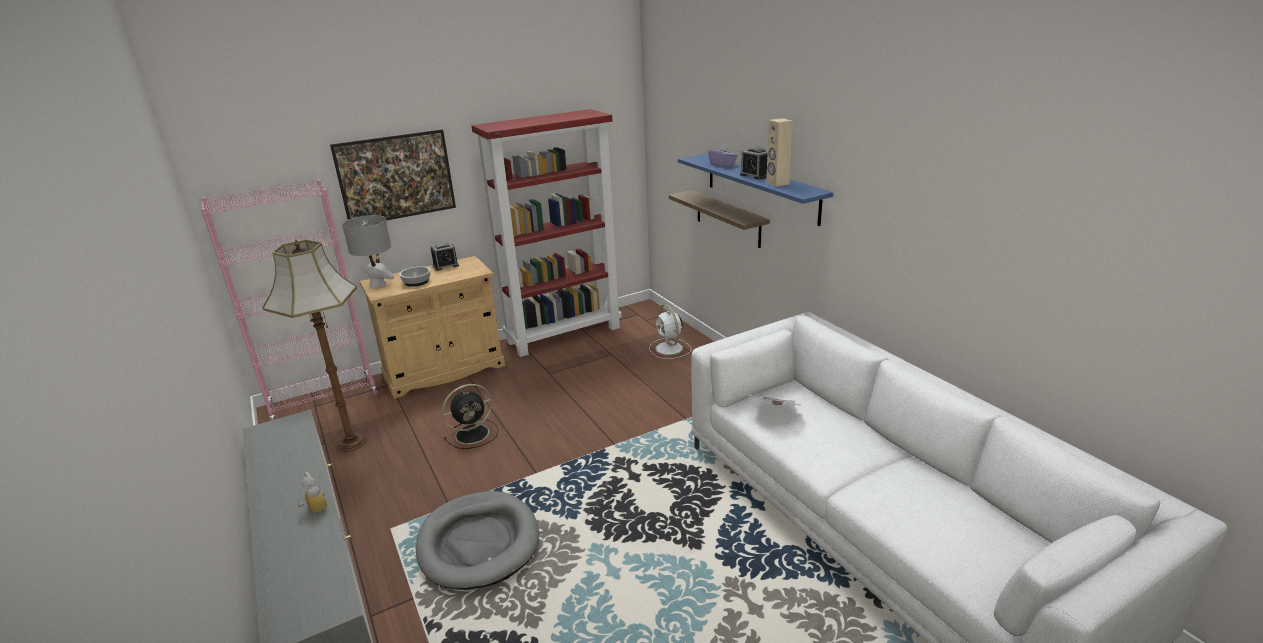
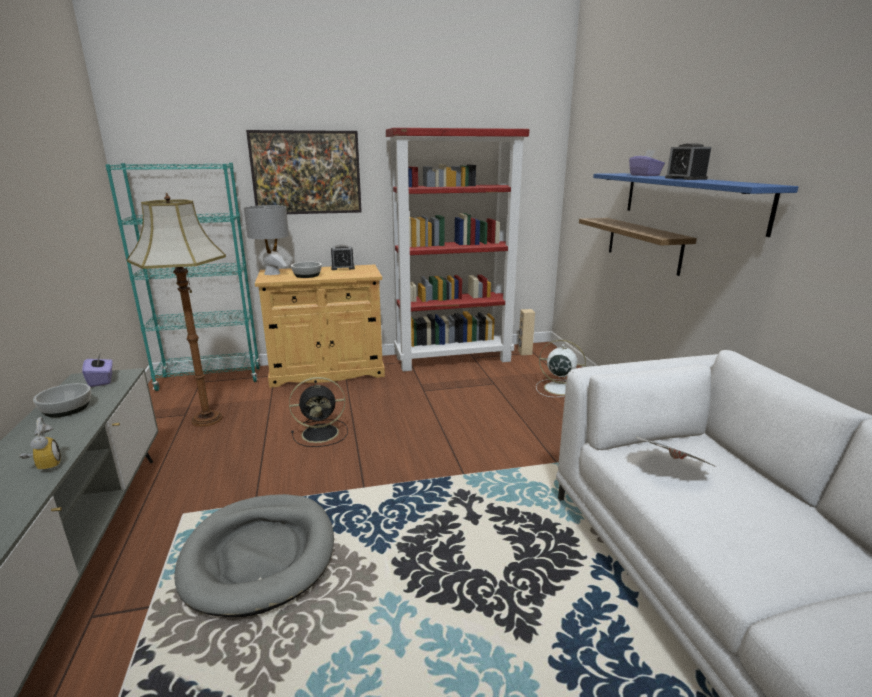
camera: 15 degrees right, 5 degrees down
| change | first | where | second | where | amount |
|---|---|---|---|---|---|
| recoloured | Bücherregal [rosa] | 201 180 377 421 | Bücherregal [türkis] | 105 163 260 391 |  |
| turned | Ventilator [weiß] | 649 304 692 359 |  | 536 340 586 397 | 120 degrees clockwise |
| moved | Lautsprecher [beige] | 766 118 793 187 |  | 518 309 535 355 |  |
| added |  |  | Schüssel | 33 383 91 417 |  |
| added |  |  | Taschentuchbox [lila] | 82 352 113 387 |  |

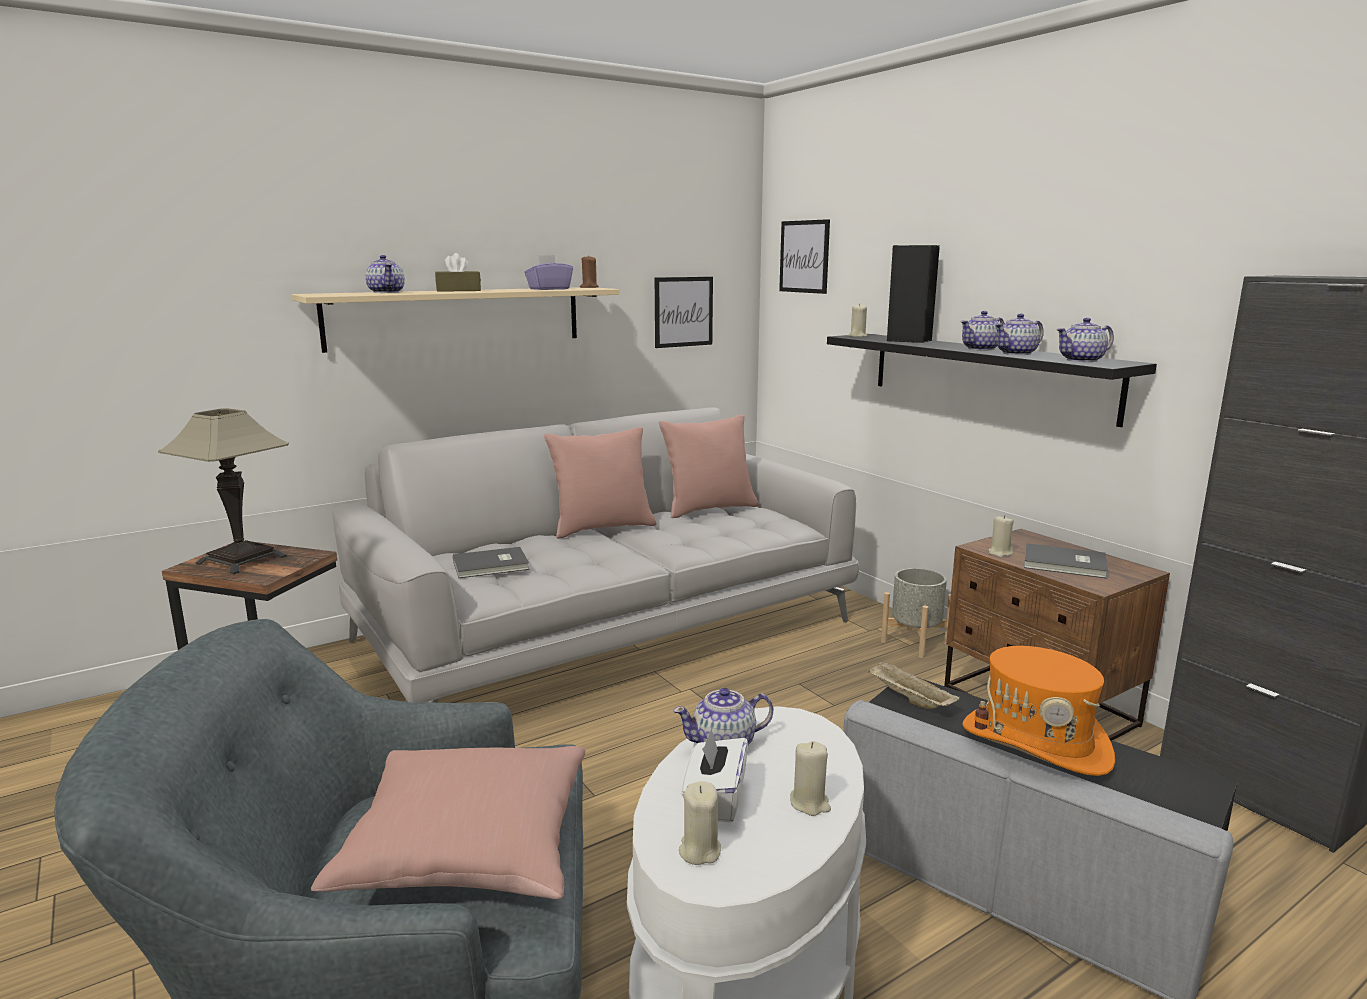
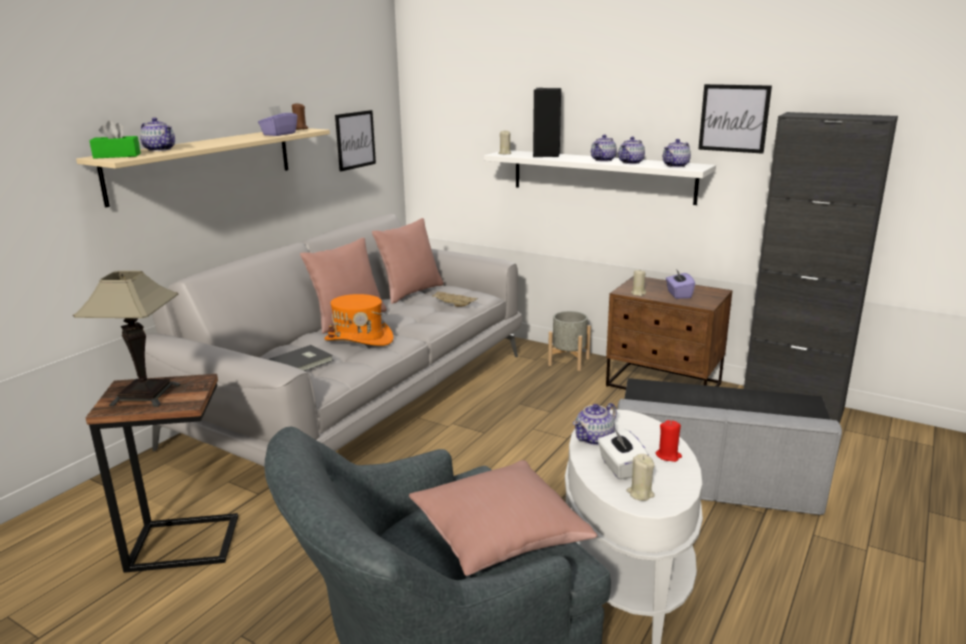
camera: 25 degrees left, 5 degrees up
| change | first | where | second | where | amount |
|---|---|---|---|---|---|
| removed | Taschentuchbox [braun] | 435 253 481 292 |  |  |  |
| moved | Bild | 779 219 830 294 |  | 698 84 772 154 |  |
| recoloured | Kerze [beige] | 790 741 831 816 | Kerze [rot] | 656 420 682 462 |  |
| recoloured | Wandregal [schwarz] | 827 334 1157 427 | Wandregal [weiß] | 484 150 716 205 |  |
| moved | Tablett [beige] | 866 660 960 709 |  | 432 291 478 307 |  |
| moved | Hut [orange] | 963 646 1115 776 |  | 324 294 393 346 |  |
| replaced | Buch [grau] | 1024 543 1109 579 | Taschentuchbox [lila] | 666 269 695 299 |  |
| added |  |  | Taschentuchbox [grün] | 90 120 141 159 |  |

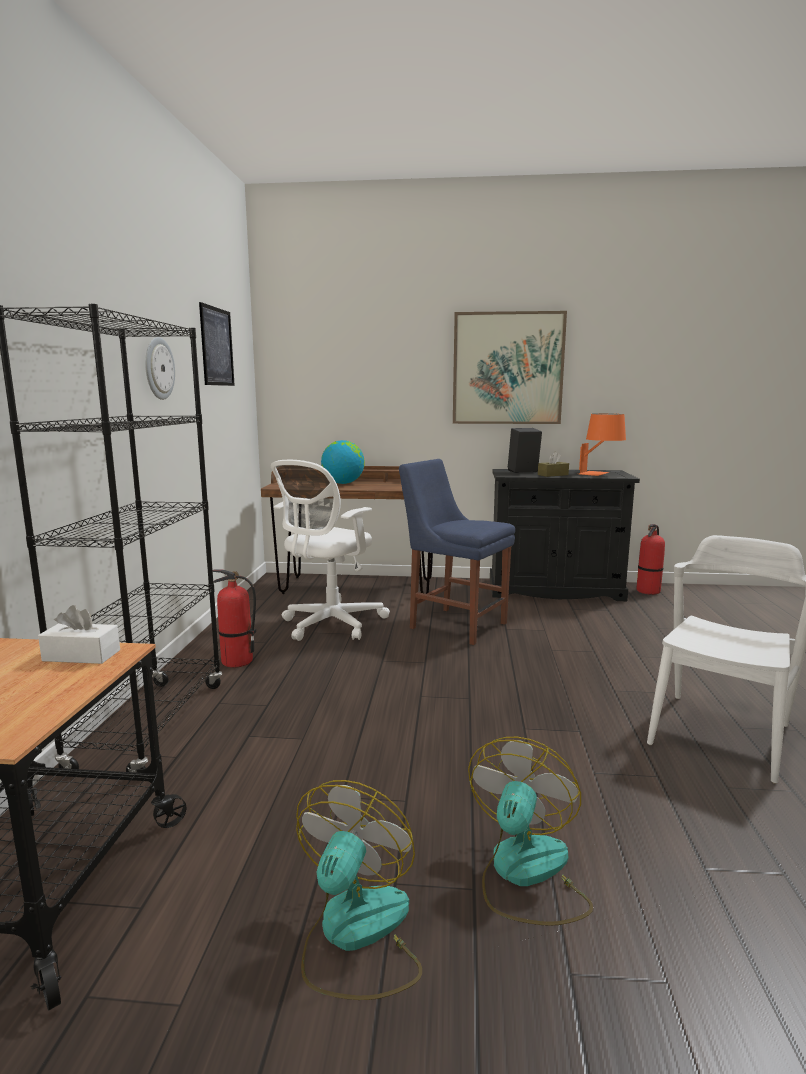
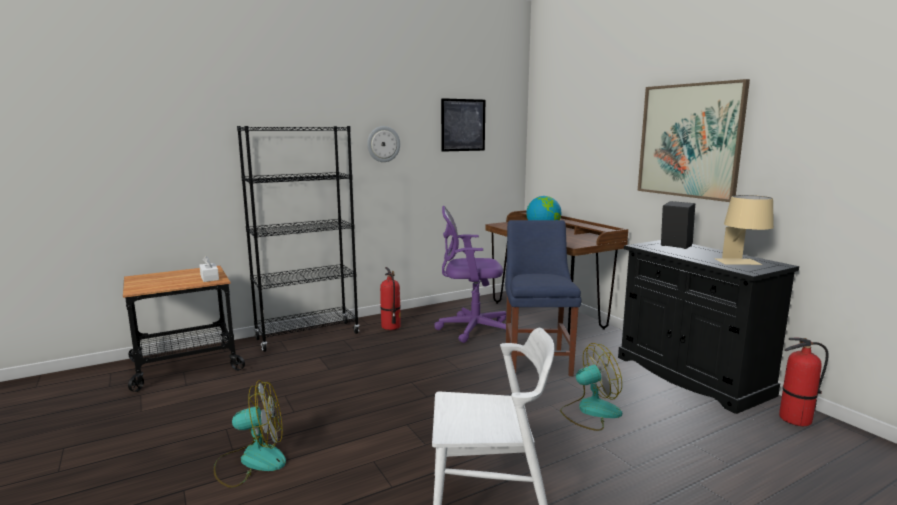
camera: 55 degrees right, 0 degrees up
| change | first | where | second | where | amount |
|---|---|---|---|---|---|
| recoloured | Bürostuhl [weiß] | 271 460 390 641 | Bürostuhl [lila] | 434 206 506 343 |  |
| moved | Ventilator | 296 780 422 1000 |  | 560 343 622 431 |  |
| removed | Taschentuchbox [braun] | 538 452 569 477 |  |  |  |
| recoloured | Tischlampe [orange] | 579 414 626 476 | Tischlampe [beige] | 714 195 774 265 |  |

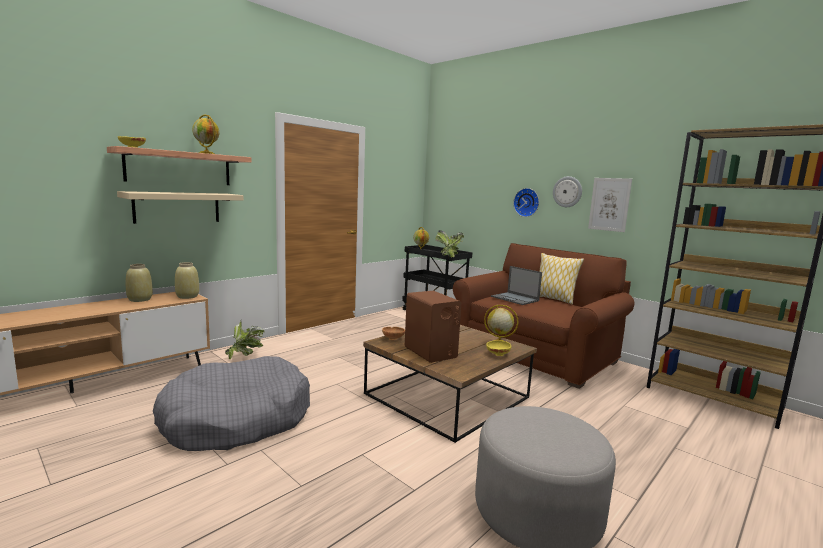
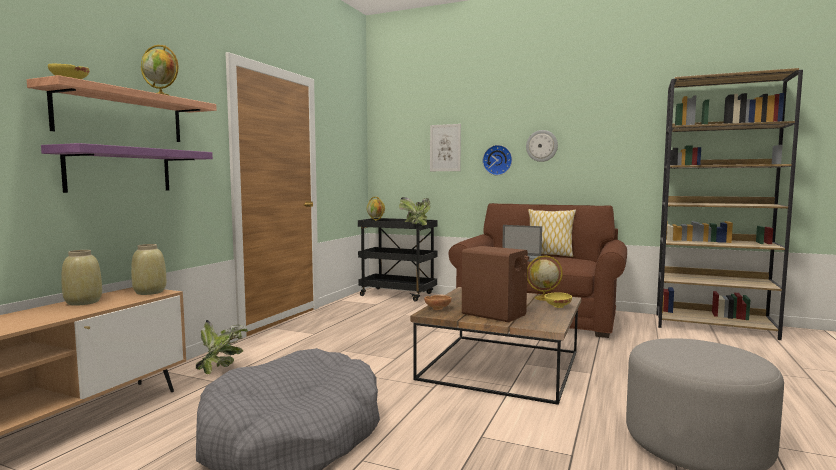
camera: 20 degrees left, 5 degrees down
| change | first | where | second | where | amount |
|---|---|---|---|---|---|
| recoloured | Wandregal [beige] | 117 191 244 224 | Wandregal [lila] | 41 143 213 193 |  |
| moved | Bild | 588 178 632 232 |  | 430 124 461 171 |  |

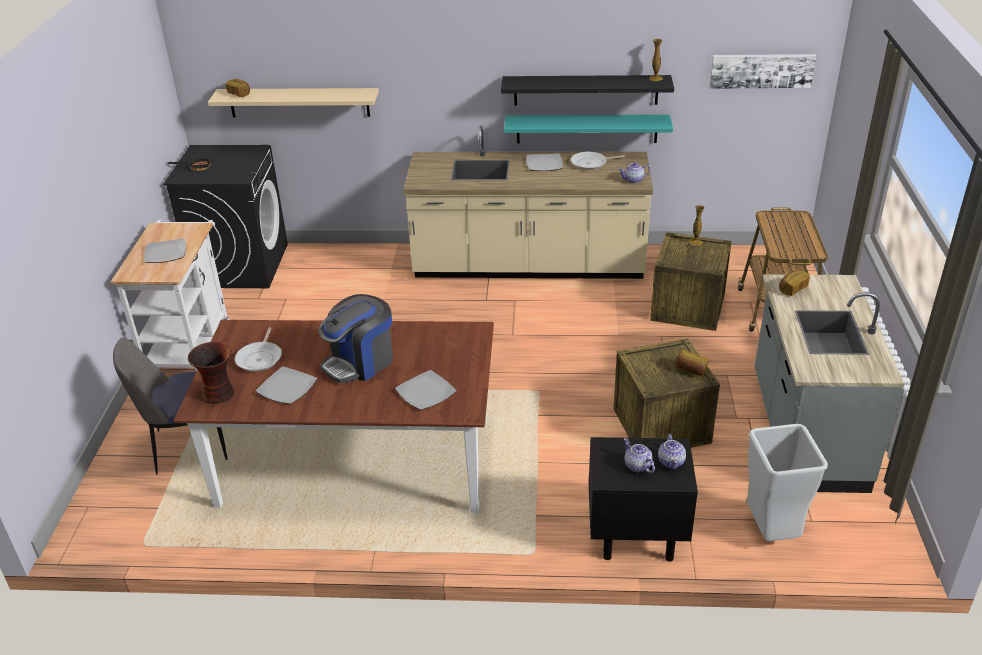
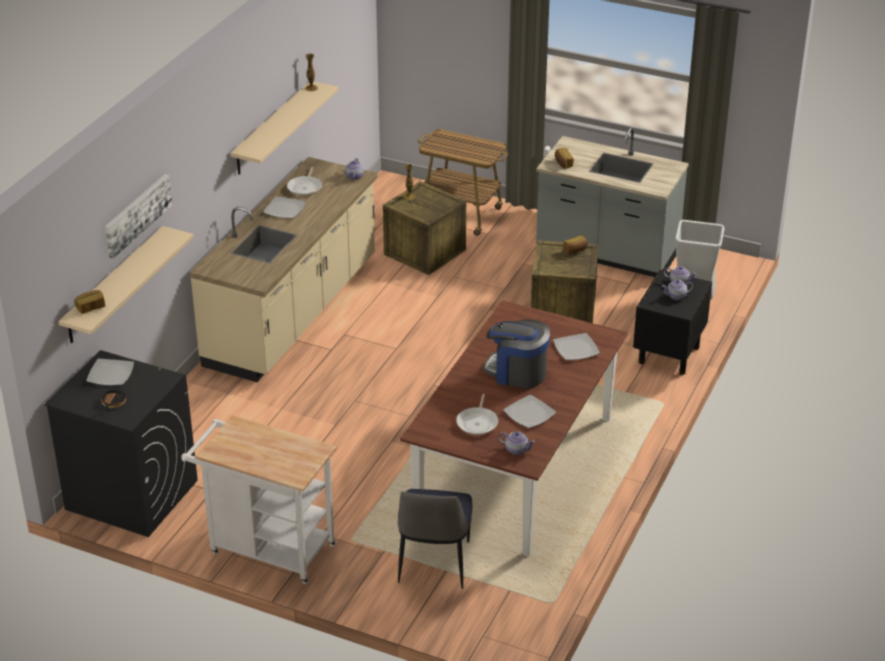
camera: 70 degrees left, 0 degrees up
| change | first | where | second | where | amount |
|---|---|---|---|---|---|
| moved | Teller | 144 239 186 263 |  | 86 359 134 386 |  |
| replaced | Vase | 188 342 234 404 | Teekanne | 499 431 535 455 |  |
| turned | Pfanne | 235 327 282 372 |  | 456 394 498 435 | 75 degrees clockwise |
| turned | Kaffeemaschine | 318 294 393 383 |  | 483 319 550 388 | 135 degrees clockwise |
| recoloured | Wandregal [schwarz] | 501 75 674 106 | Wandregal [beige] | 230 81 338 175 |  |
| removed | Wandregal [türkis] | 504 115 673 143 |  |  |  |
| moved | Bild | 710 54 816 89 |  | 105 174 172 259 |  |

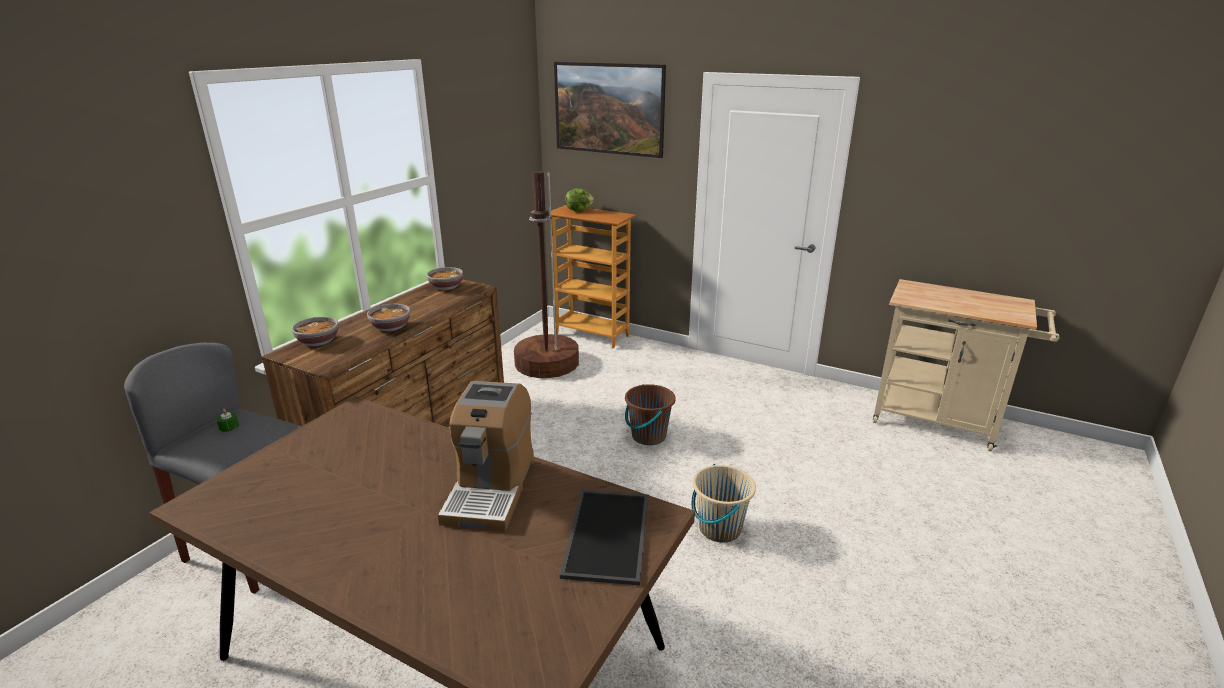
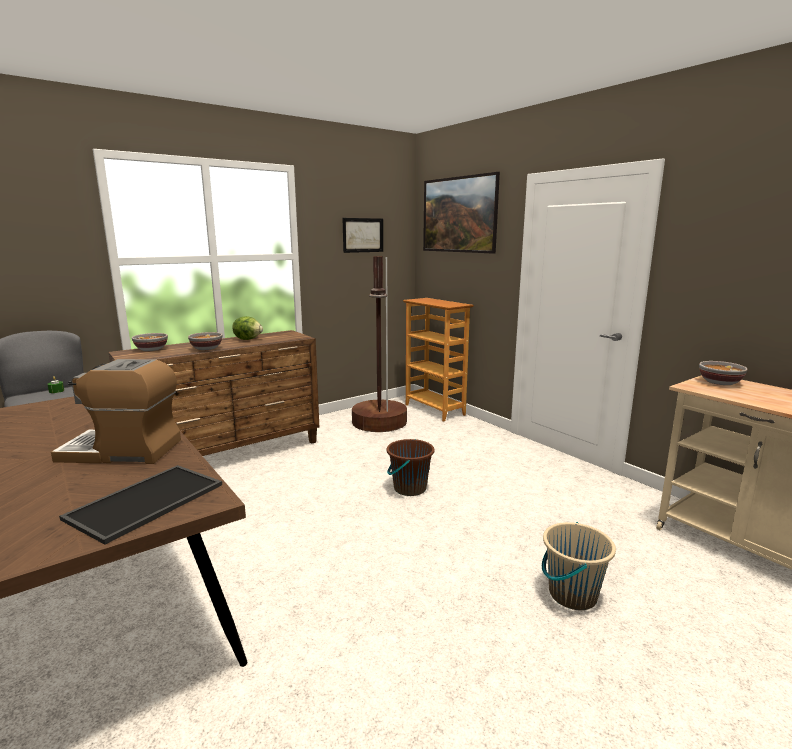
camera: 25 degrees right, 10 degrees down
| change | first | where | second | where | amount |
|---|---|---|---|---|---|
| moved | Schüssel | 426 267 463 290 |  | 699 361 748 385 |  |
| turned | Kaffeemaschine | 438 381 534 531 |  | 51 359 181 464 | 60 degrees clockwise |
| moved | Salatkopf | 565 188 594 212 |  | 232 316 263 340 |  |
| moved | Eimer [beige] | 691 464 756 543 |  | 542 522 616 610 |  |
| added |  |  | Bild | 342 218 383 253 |  |

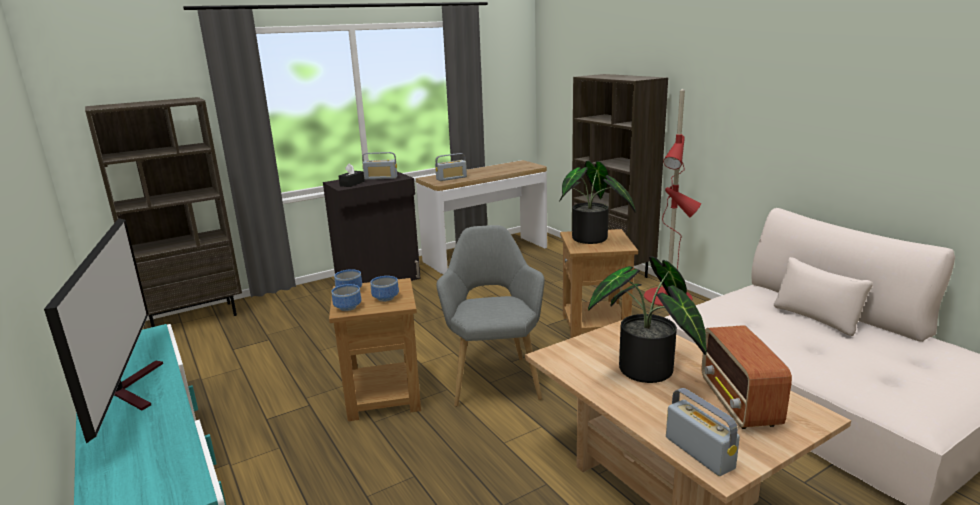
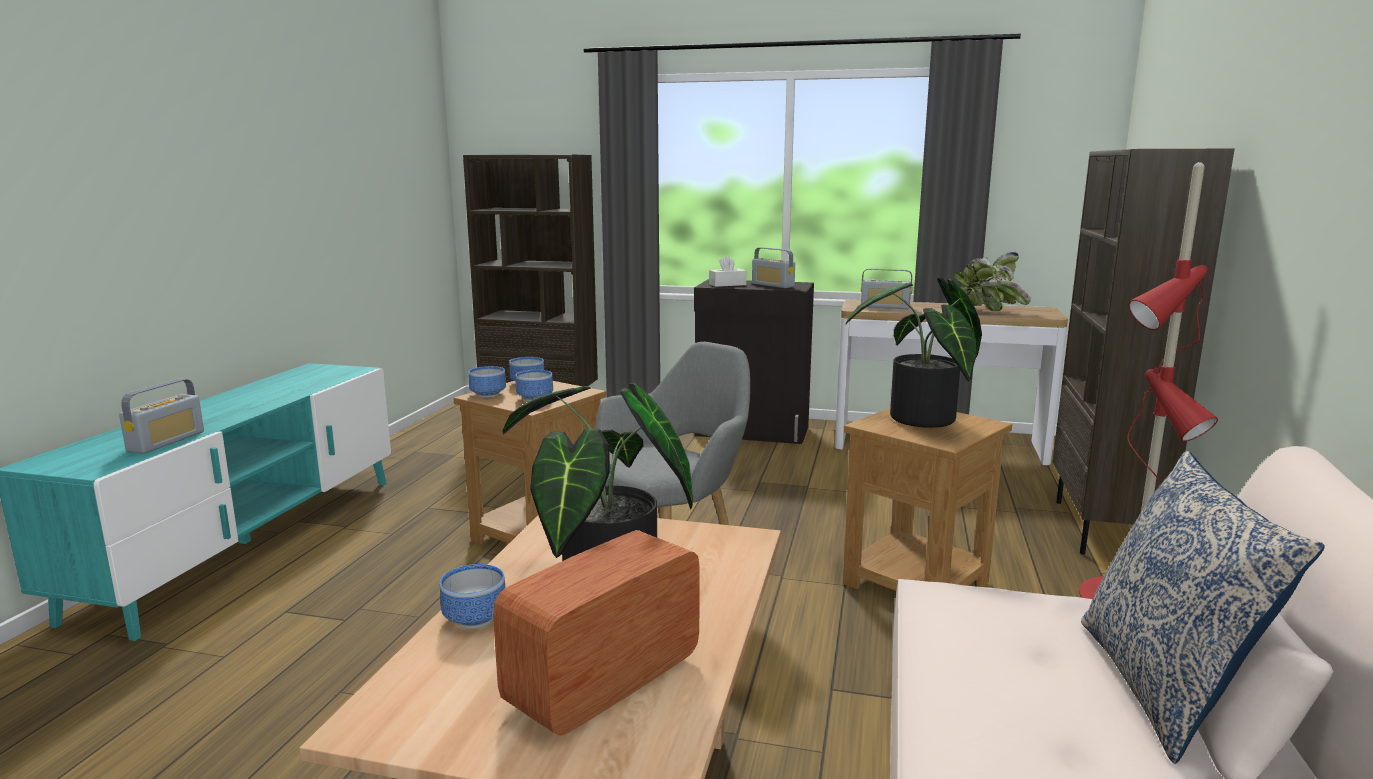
camera: 45 degrees right, 5 degrees down
| change | first | where | second | where | amount |
|---|---|---|---|---|---|
| removed | Fernseher | 44 218 163 443 |  |  |  |
| recoloured | Taschentuchbox [schwarz] | 339 163 365 187 | Taschentuchbox [weiß] | 709 256 746 287 |  |
| moved | Radio | 666 388 740 476 |  | 119 379 204 454 |  |
| added |  |  | Schüssel | 440 564 506 629 |  |
| added |  |  | Topfpflanze | 954 252 1031 312 |  |
| added |  |  | Kissen | 1081 451 1325 764 |  |

